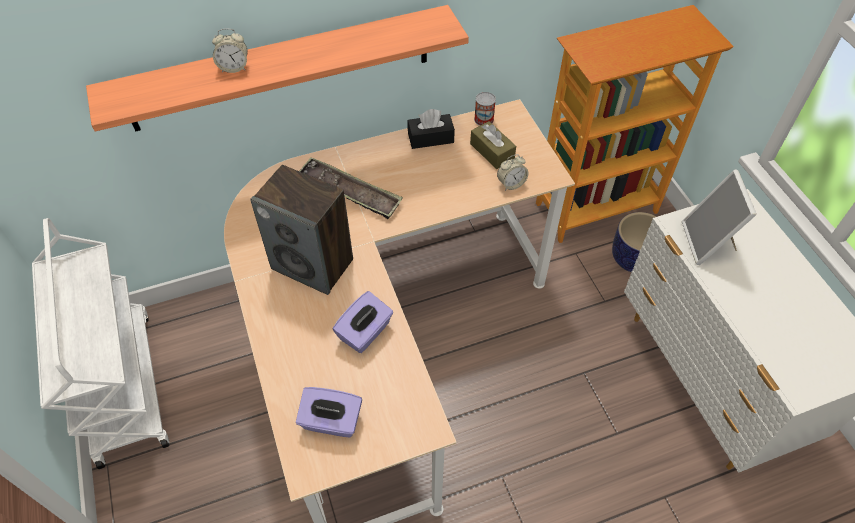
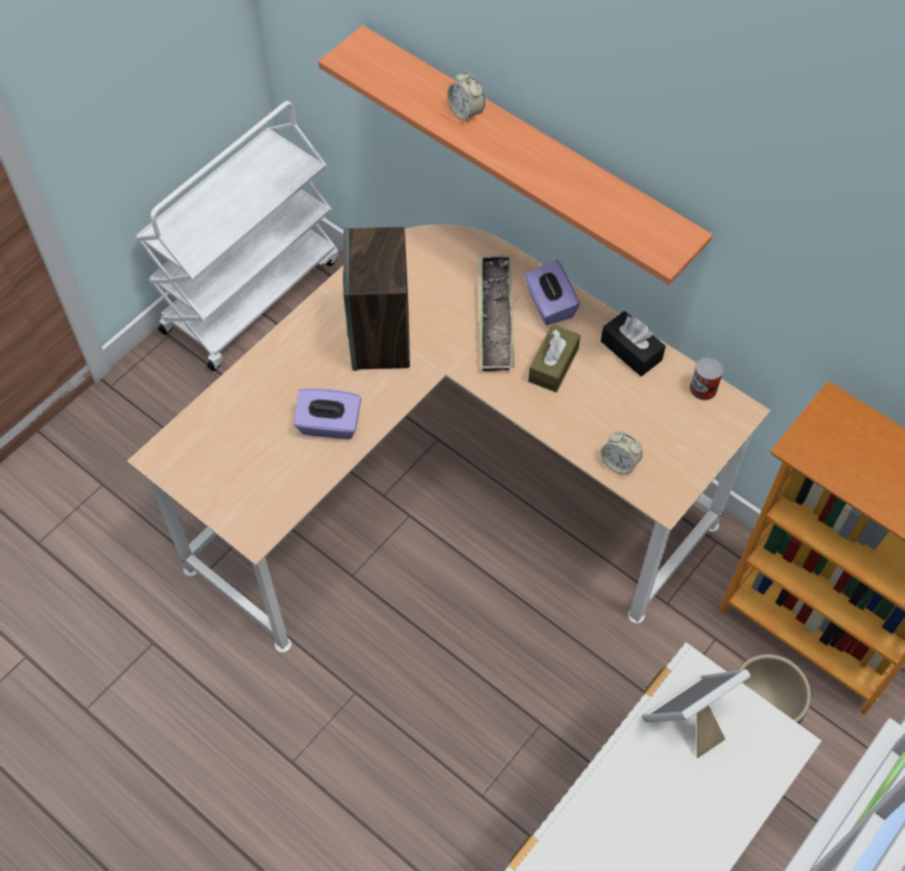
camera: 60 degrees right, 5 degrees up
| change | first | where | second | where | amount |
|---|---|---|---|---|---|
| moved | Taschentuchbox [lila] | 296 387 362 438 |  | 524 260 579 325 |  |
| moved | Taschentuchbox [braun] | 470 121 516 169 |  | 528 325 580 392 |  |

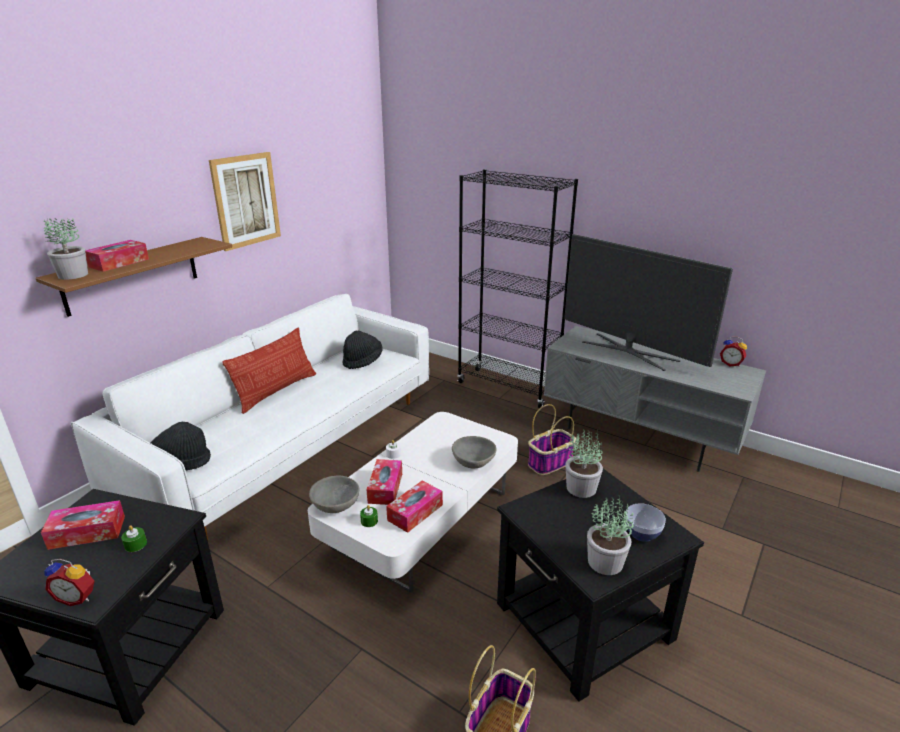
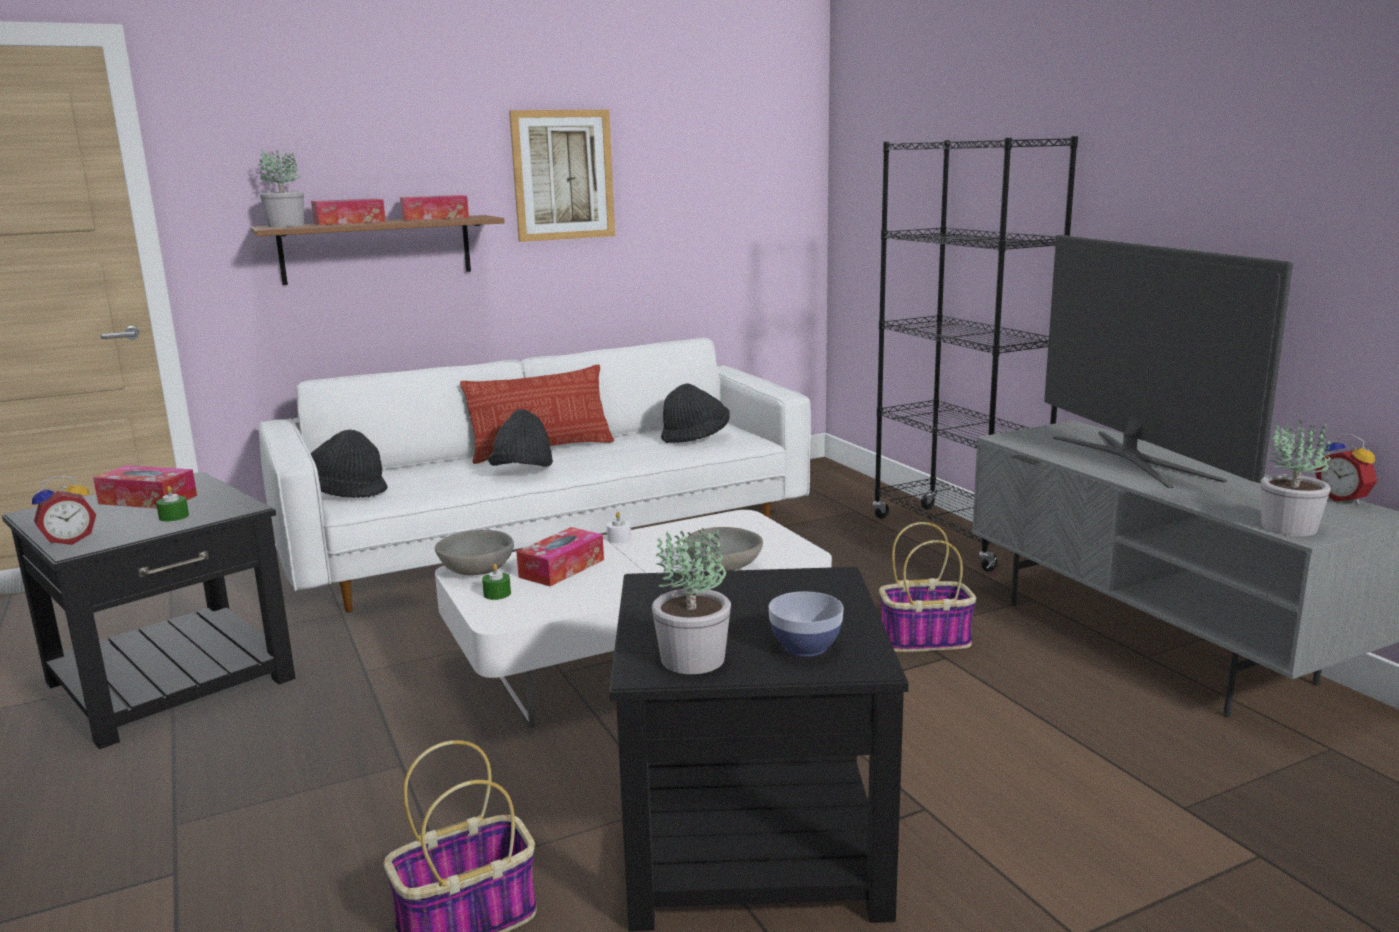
camera: 30 degrees right, 10 degrees down
| change | first | where | second | where | amount |
|---|---|---|---|---|---|
| turned | Wecker | 44 559 94 606 |  | 32 476 96 546 | 75 degrees counterclockwise |
| moved | Taschentuchbox | 386 481 443 533 |  | 400 195 469 221 |  |
| moved | Topfpflanze | 565 429 603 498 |  | 1261 419 1331 536 |  |
| added |  |  | Hut [schwarz] | 488 409 553 467 |  |

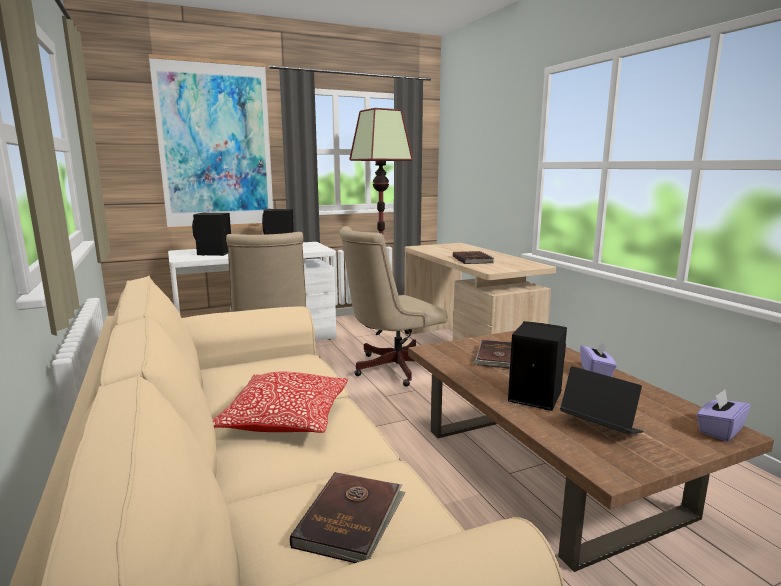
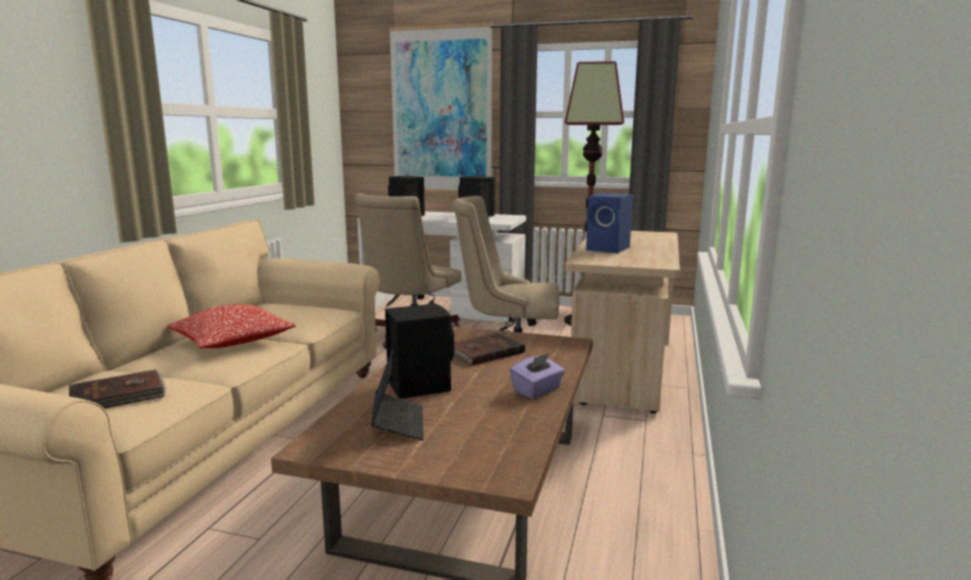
camera: 40 degrees right, 0 degrees up
| change | first | where | second | where | amount |
|---|---|---|---|---|---|
| replaced | Buch [braun] | 453 251 494 264 | Lautsprecher [blau] | 586 193 633 253 |  |
| removed | Taschentuchbox [lila] | 697 390 751 442 |  |  |  |

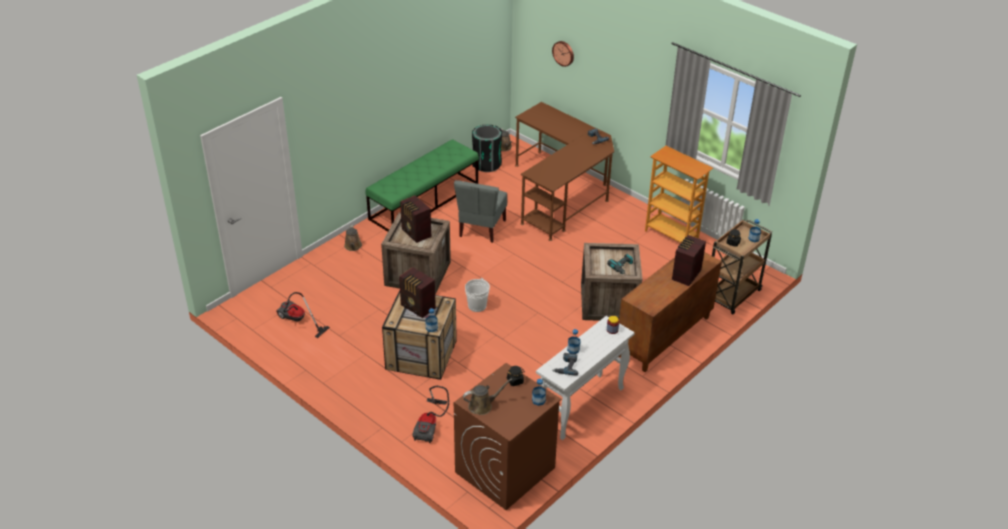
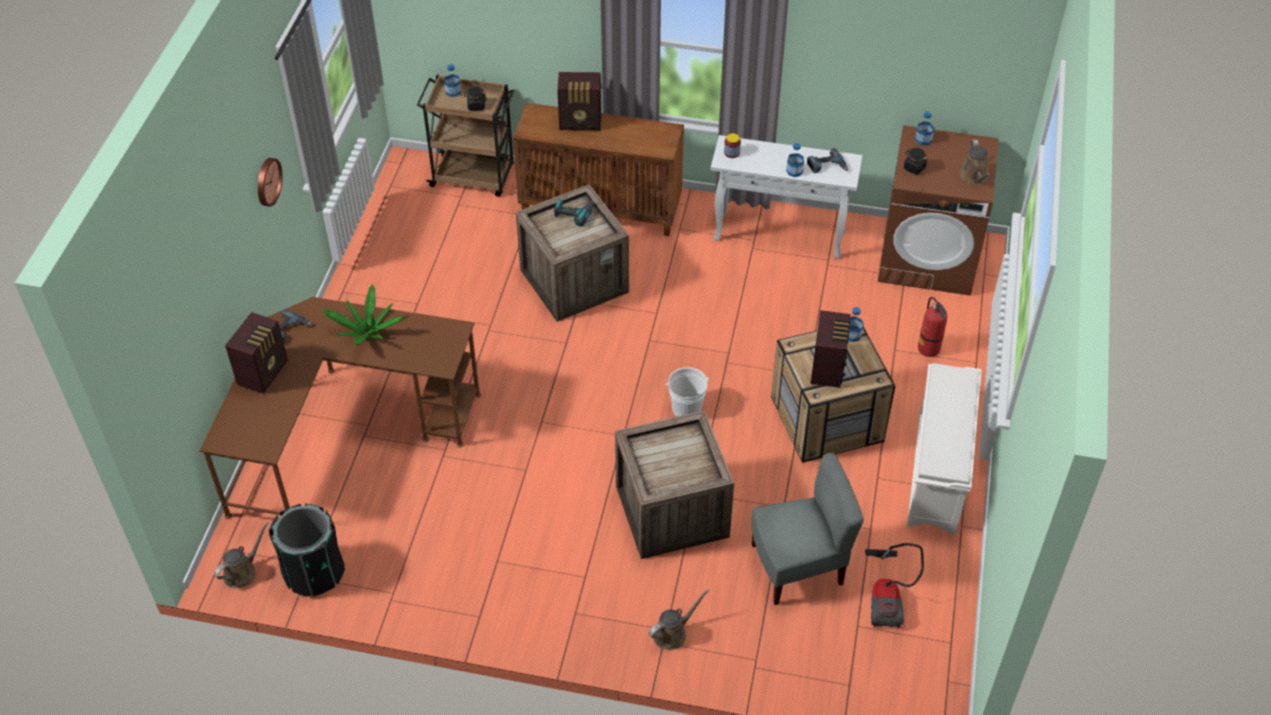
camera: 120 degrees left, 10 degrees up
| change | first | where | second | where | amount |
|---|---|---|---|---|---|
| removed | Bank [grün] | 366 139 479 231 |  |  |  |
| moved | Radio | 400 196 431 243 |  | 225 312 288 394 |  |
| replaced | Staubsauger | 412 386 449 443 | Feuerlöscher | 918 297 947 357 |  |
| moved | Stuhl [grau] | 454 180 507 243 |  | 751 453 864 605 |  |
| turned | Gießkanne [braun] | 463 378 512 415 |  | 959 139 990 185 | 135 degrees counterclockwise |
| moved | Wanduhr | 552 41 574 67 |  | 258 158 282 207 |  |
| removed | Bücherregal | 645 146 713 243 |  |  |  |
| added |  |  | Topfpflanze | 323 284 404 344 |  |
| added |  |  | Schuhregal [weiß] | 907 363 982 535 |  |

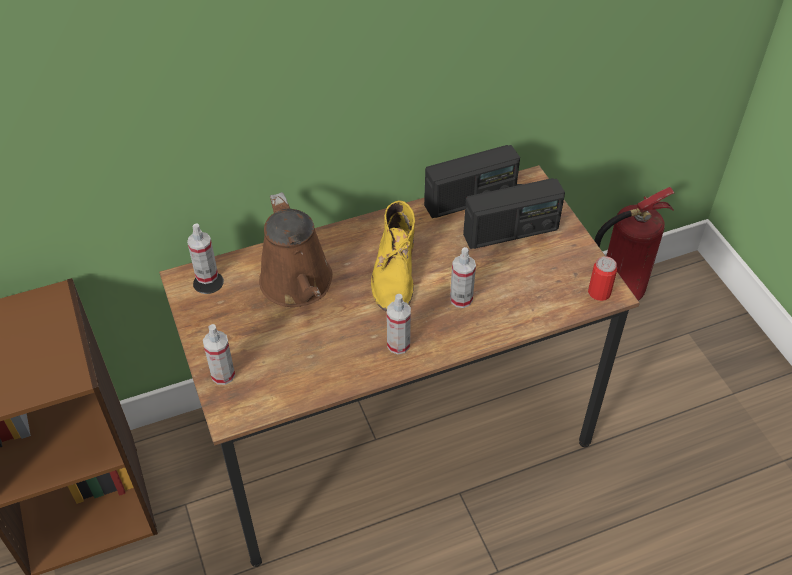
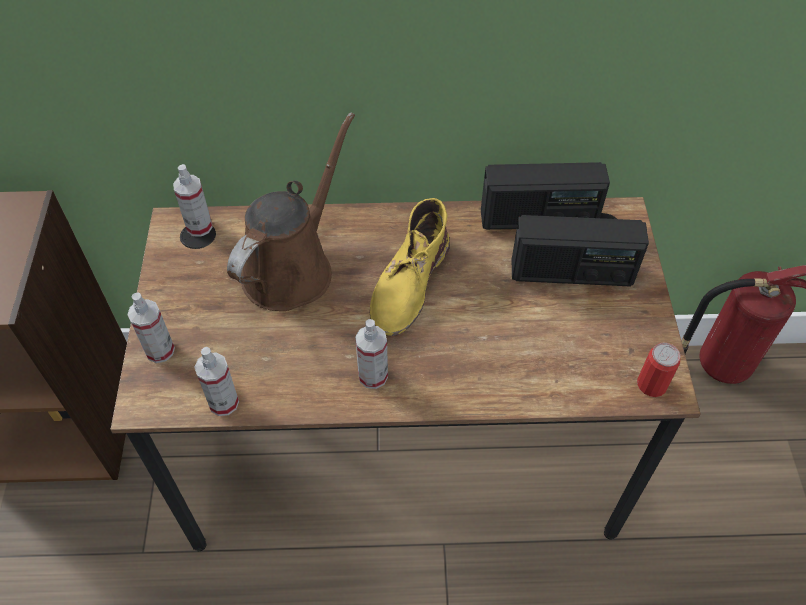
camera: 20 degrees right, 5 degrees up
| change | first | where | second | where | amount |
|---|---|---|---|---|---|
| turned | Gießkanne [braun] | 259 192 333 307 |  | 227 112 355 311 | 150 degrees counterclockwise |
| moved | Sprühflasche | 450 247 476 308 |  | 194 347 239 416 |  |

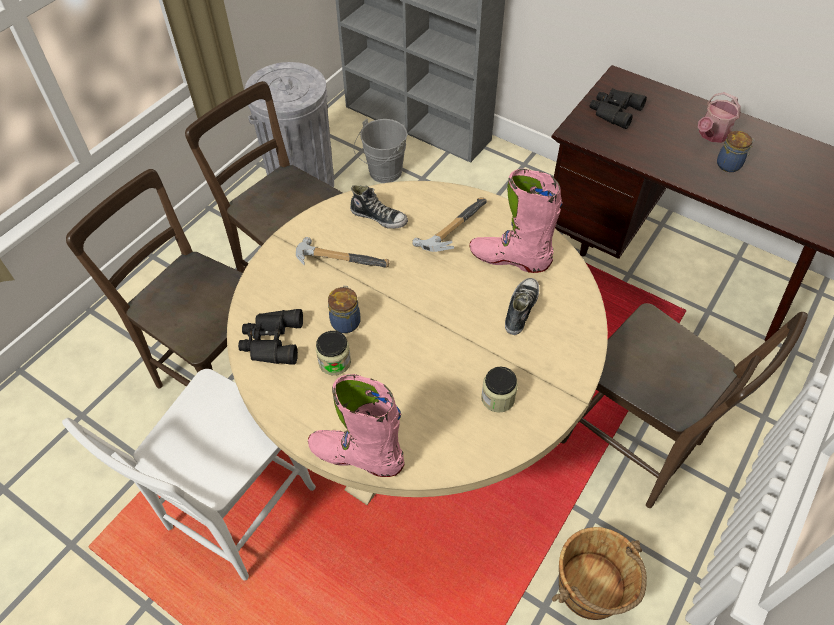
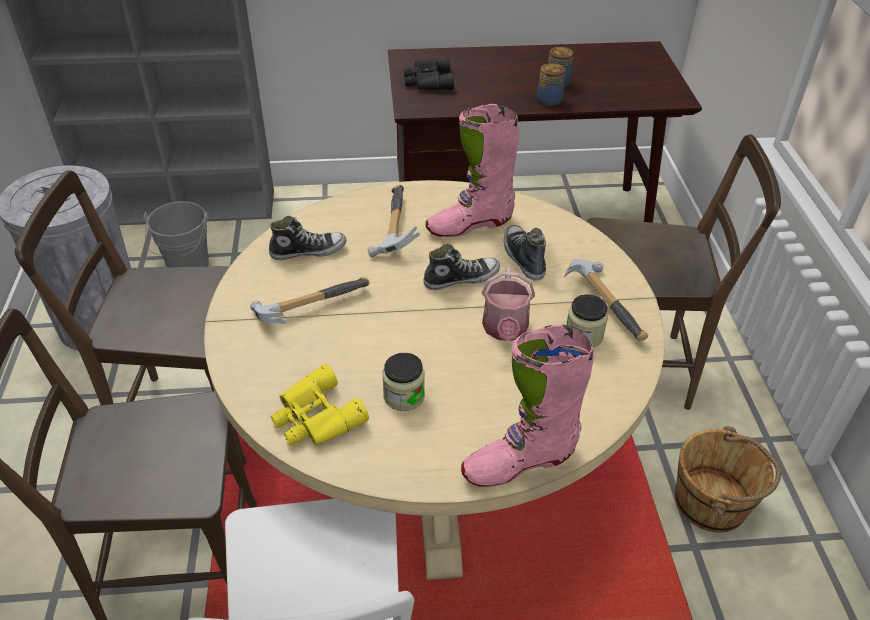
camera: 40 degrees left, 10 degrees down
| change | first | where | second | where | amount |
|---|---|---|---|---|---|
| recoloured | Fernglas [schwarz] | 238 309 303 365 | Fernglas [gelb] | 271 364 369 445 |  |
| moved | Vorratsglas | 328 286 360 333 |  | 537 63 565 106 |  |
| moved | Gießkanne | 698 92 741 143 |  | 482 267 535 341 |  |
| added |  |  | Schuh | 423 244 500 290 |  |
| added |  |  | Hammer | 565 259 648 341 |  |

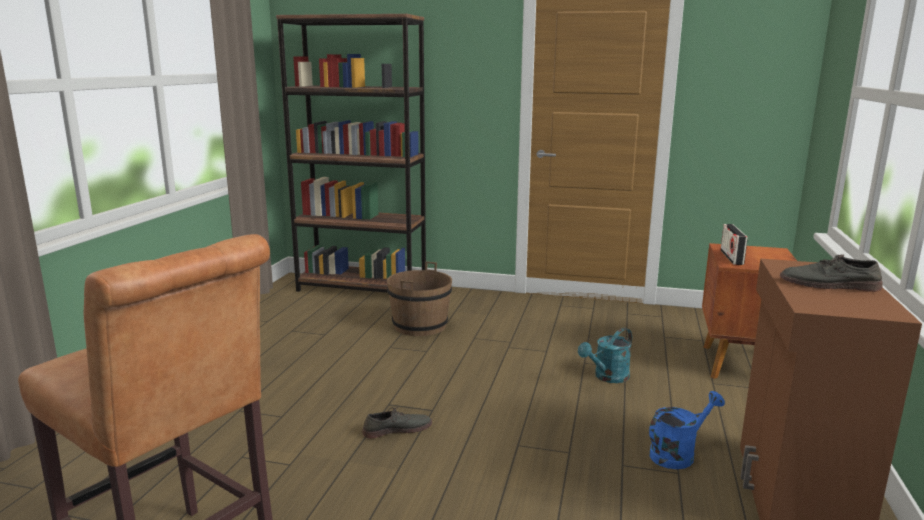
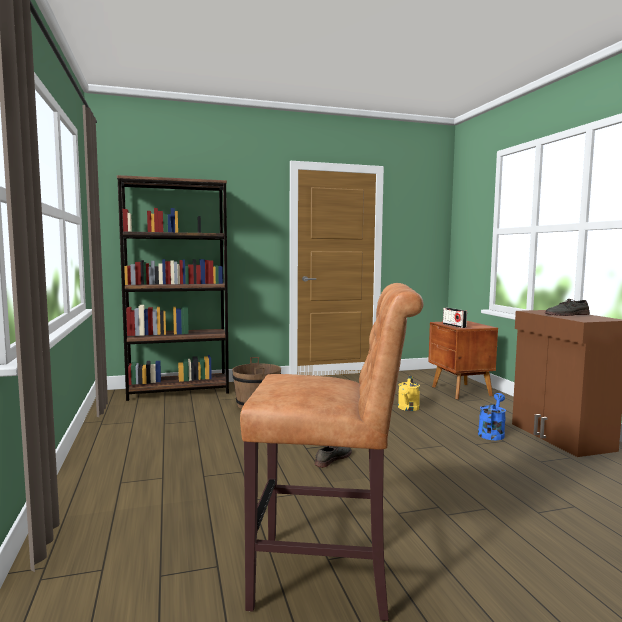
camera: 30 degrees left, 10 degrees down
| change | first | where | second | where | amount |
|---|---|---|---|---|---|
| recoloured | Gießkanne [türkis] | 578 328 632 383 | Gießkanne [gelb] | 398 376 420 411 |  |

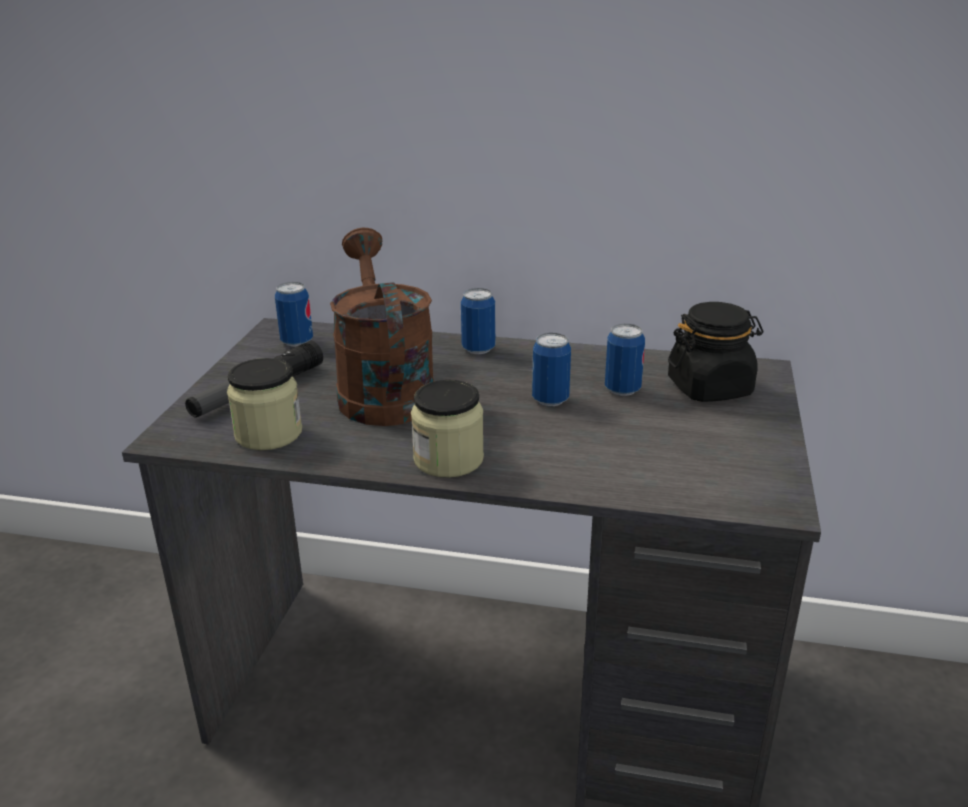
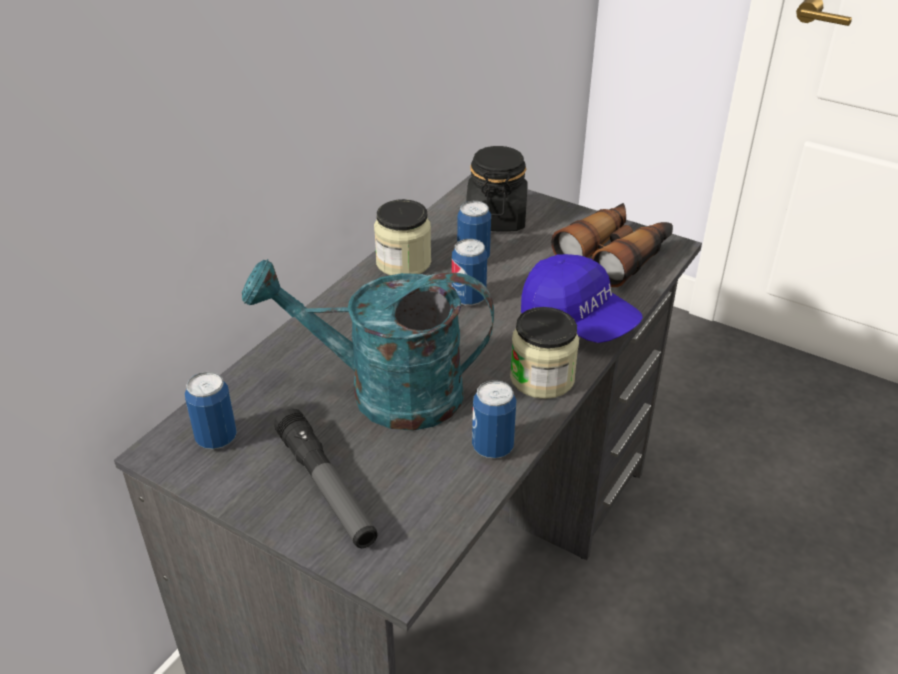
camera: 70 degrees left, 10 degrees up
| change | first | where | second | where | amount |
|---|---|---|---|---|---|
| moved | Vorratsglas | 227 358 302 450 |  | 374 199 431 275 |  |
| recoloured | Gießkanne [braun] | 330 228 434 426 | Gießkanne [türkis] | 242 259 494 431 |  |
| moved | Dose | 461 288 495 354 |  | 472 380 517 459 |  |
| added |  |  | Kappe [blau] | 521 254 643 343 |  |
| added |  |  | Fernglas | 551 203 673 287 |  |

